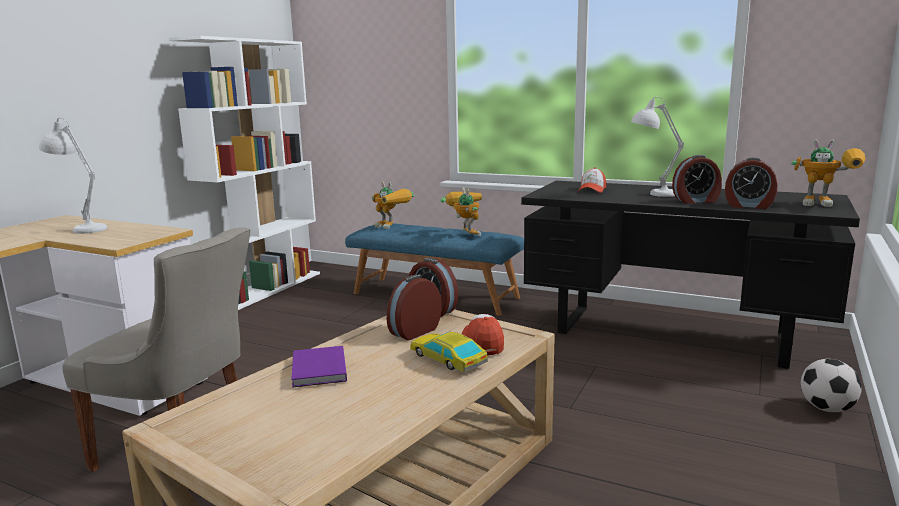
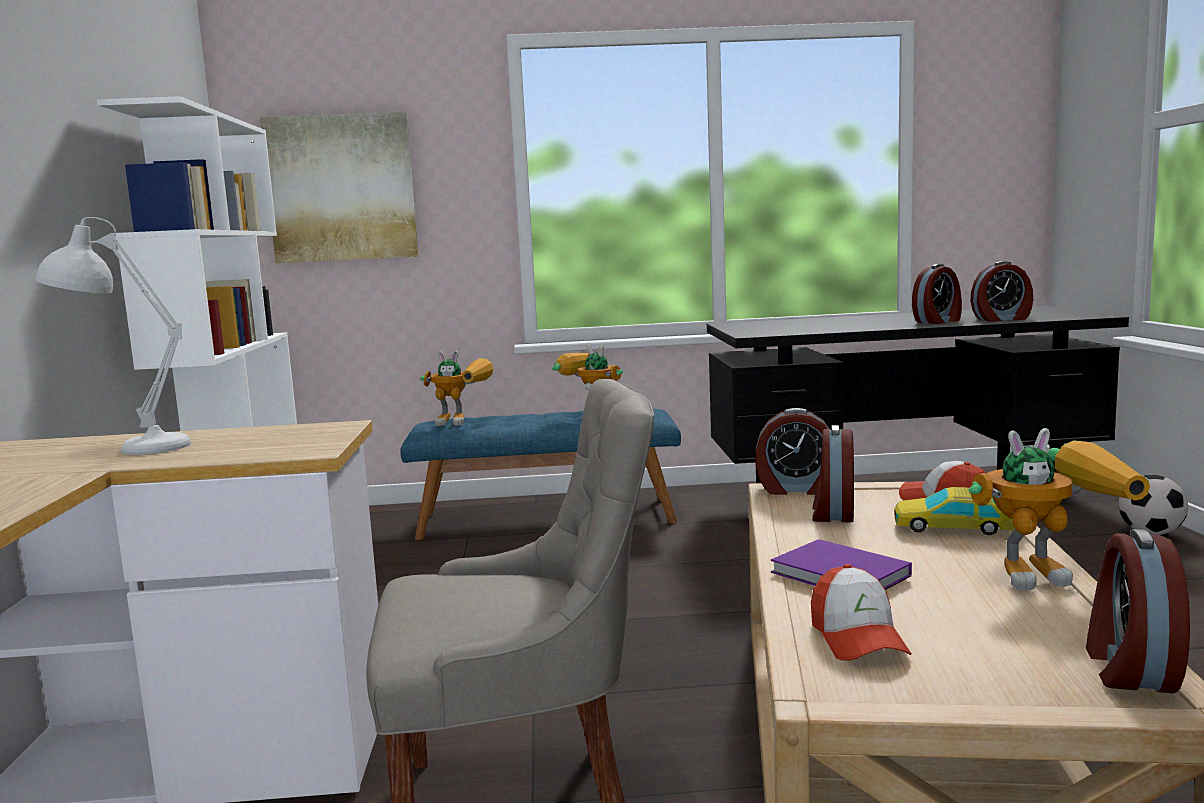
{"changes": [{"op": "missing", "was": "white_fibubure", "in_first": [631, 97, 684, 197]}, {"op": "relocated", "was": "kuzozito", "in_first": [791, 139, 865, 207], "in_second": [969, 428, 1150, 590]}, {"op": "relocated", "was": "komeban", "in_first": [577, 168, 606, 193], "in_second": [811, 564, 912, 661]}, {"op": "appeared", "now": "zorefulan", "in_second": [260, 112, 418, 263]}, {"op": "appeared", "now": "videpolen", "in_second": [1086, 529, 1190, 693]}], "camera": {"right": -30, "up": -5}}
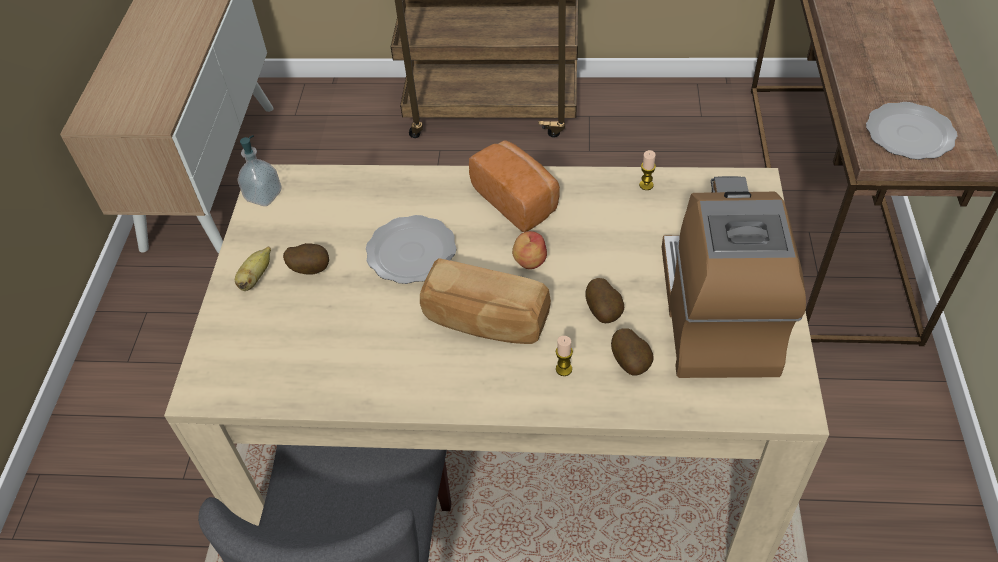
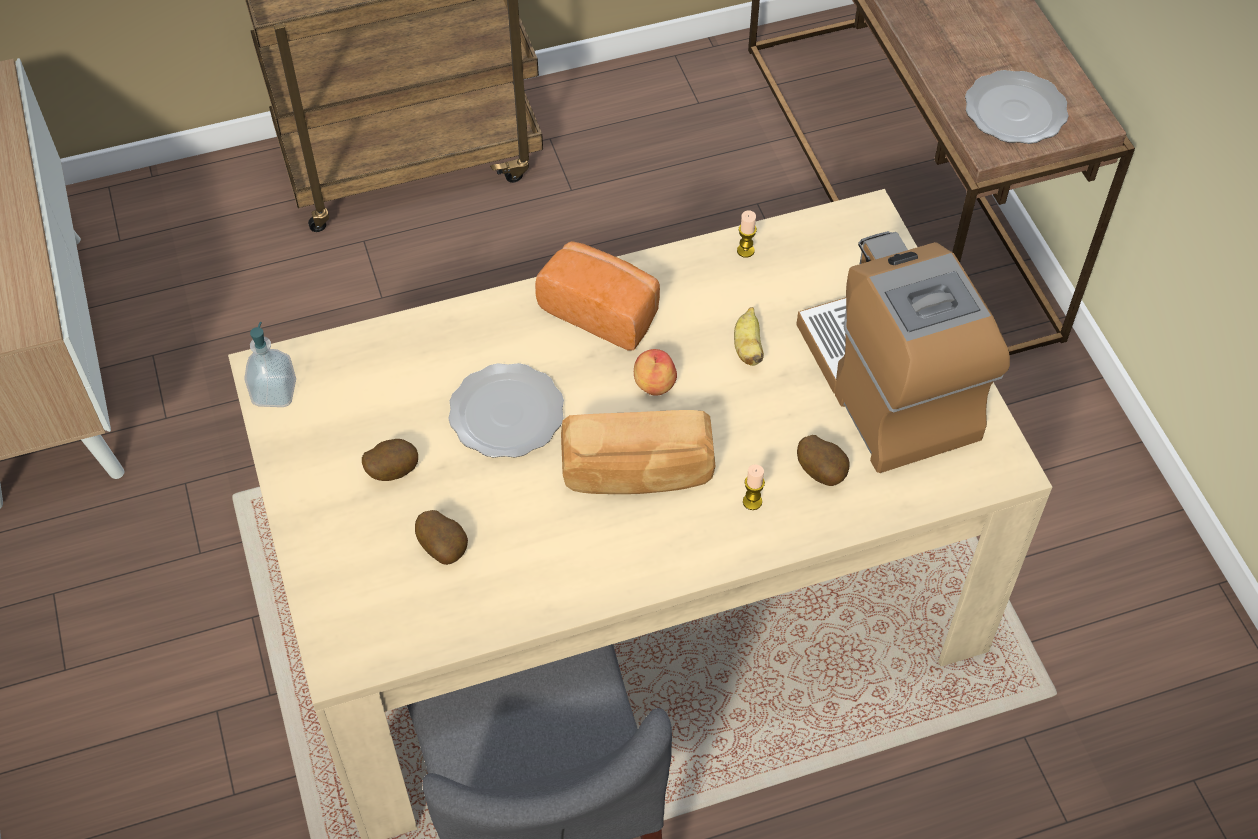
{"changes": [{"op": "relocated", "was": "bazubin", "in_first": [235, 247, 271, 291], "in_second": [734, 307, 764, 366]}, {"op": "relocated", "was": "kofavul", "in_first": [585, 278, 624, 323], "in_second": [415, 510, 468, 565]}], "camera": {"right": -25, "up": 5}}
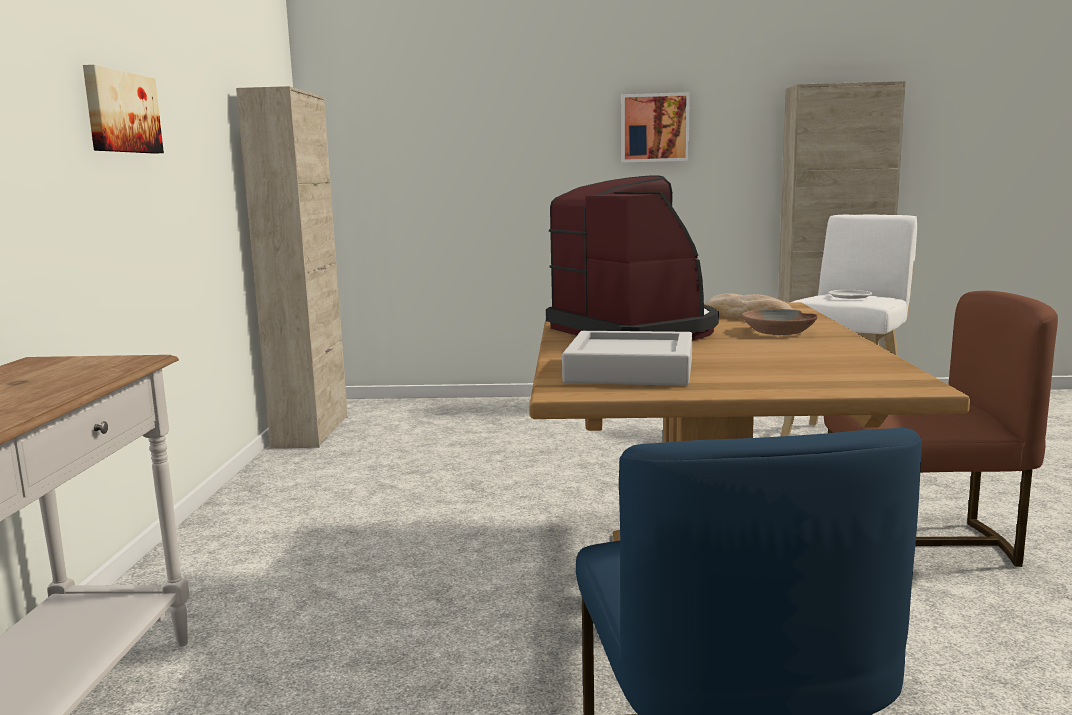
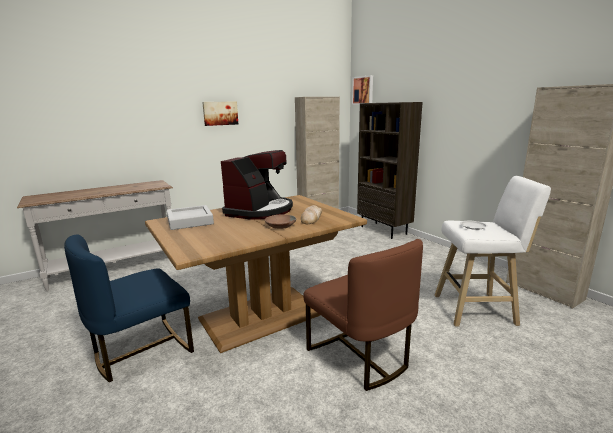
{"changes": [{"op": "relocated", "was": "zorefulan", "in_first": [621, 92, 690, 163], "in_second": [352, 75, 373, 105]}, {"op": "appeared", "now": "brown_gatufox", "in_second": [357, 102, 423, 239]}], "camera": {"right": 55, "up": 5}}
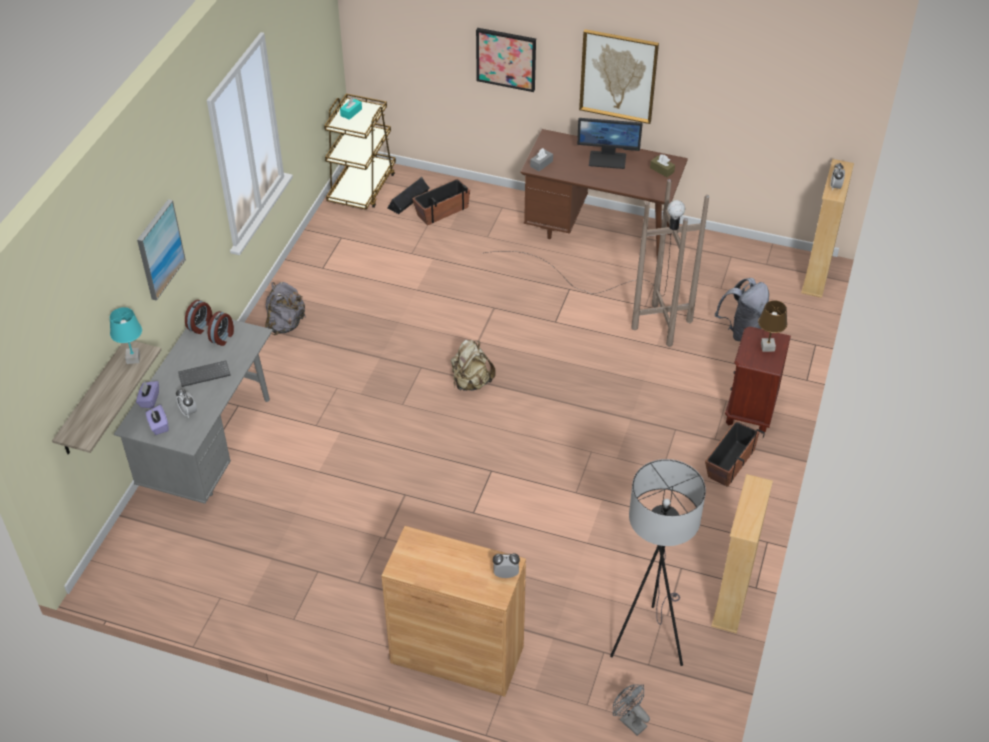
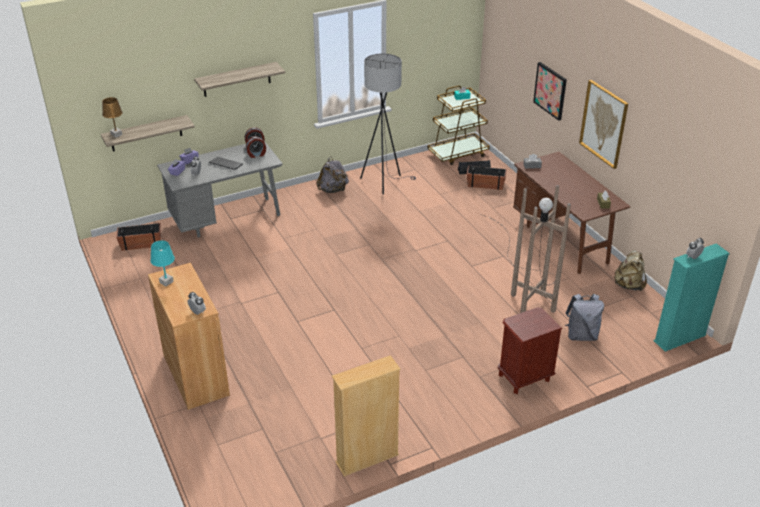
{"changes": [{"op": "missing", "was": "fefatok", "in_first": [577, 118, 643, 169]}, {"op": "colour", "was": "beige_gatufox", "now": "turquoise_gatufox", "in_first": [801, 159, 854, 298], "in_second": [653, 243, 730, 352]}, {"op": "exchanged", "was": "zorefulan", "now": "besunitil", "in_first": [137, 199, 186, 301], "in_second": [194, 62, 285, 97]}, {"op": "relocated", "was": "brown_fibubure", "in_first": [758, 300, 787, 352], "in_second": [102, 97, 123, 138]}, {"op": "relocated", "was": "turquoise_fibubure", "in_first": [110, 307, 142, 364], "in_second": [150, 241, 175, 286]}, {"op": "relocated", "was": "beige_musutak", "in_first": [451, 340, 496, 391], "in_second": [613, 250, 647, 291]}, {"op": "relocated", "was": "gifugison", "in_first": [705, 421, 765, 487], "in_second": [116, 223, 161, 251]}, {"op": "relocated", "was": "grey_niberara", "in_first": [610, 459, 706, 666], "in_second": [360, 53, 416, 195]}, {"op": "missing", "was": "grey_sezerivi", "in_first": [613, 684, 650, 736]}], "camera": {"right": 45, "up": -10}}
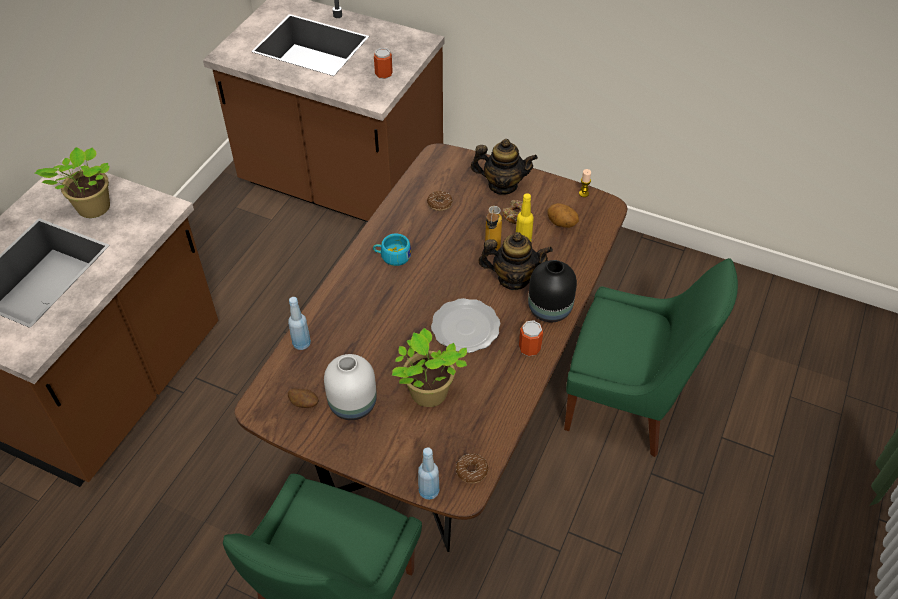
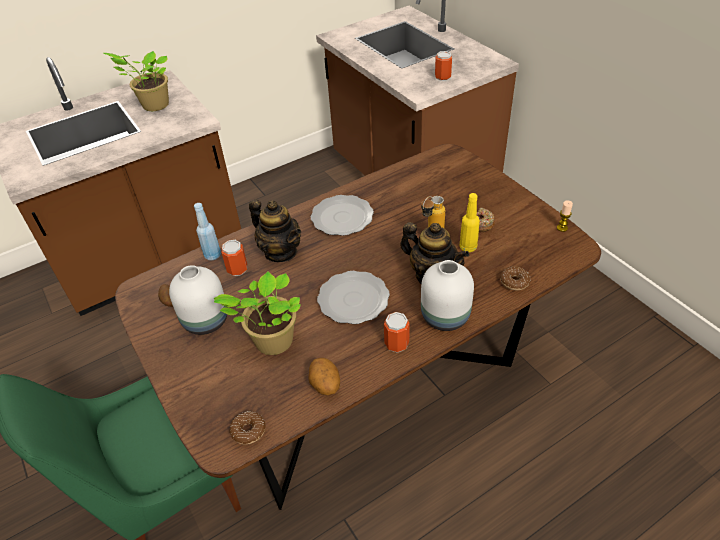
{"changes": [{"op": "relocated", "was": "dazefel", "in_first": [471, 139, 538, 195], "in_second": [249, 199, 301, 262]}, {"op": "relocated", "was": "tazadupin", "in_first": [427, 191, 453, 211], "in_second": [500, 266, 531, 290]}, {"op": "relocated", "was": "kofavul", "in_first": [548, 203, 579, 228], "in_second": [308, 358, 340, 396]}, {"op": "exchanged", "was": "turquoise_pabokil", "now": "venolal", "in_first": [373, 234, 411, 266], "in_second": [310, 195, 374, 236]}, {"op": "missing", "was": "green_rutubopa", "in_first": [564, 258, 738, 457]}, {"op": "colour", "was": "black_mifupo", "now": "white_mifupo", "in_first": [528, 260, 577, 322], "in_second": [421, 260, 474, 331]}, {"op": "missing", "was": "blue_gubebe", "in_first": [418, 447, 439, 500]}, {"op": "appeared", "now": "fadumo", "in_second": [222, 240, 247, 276]}], "camera": {"right": 35, "up": -5}}
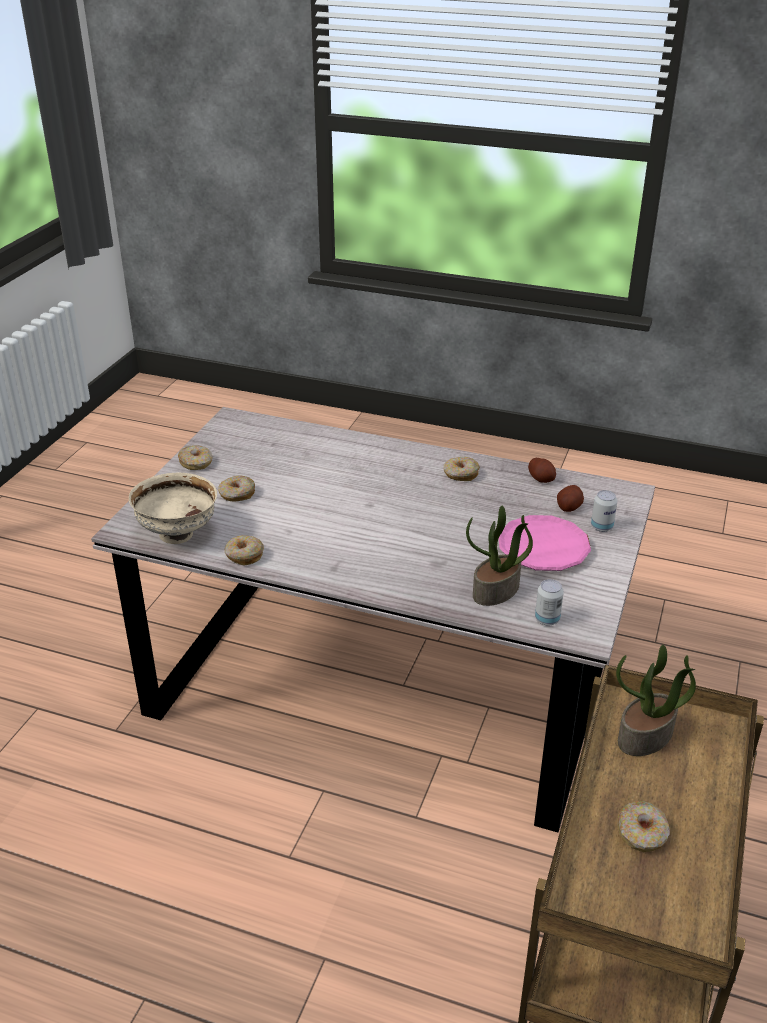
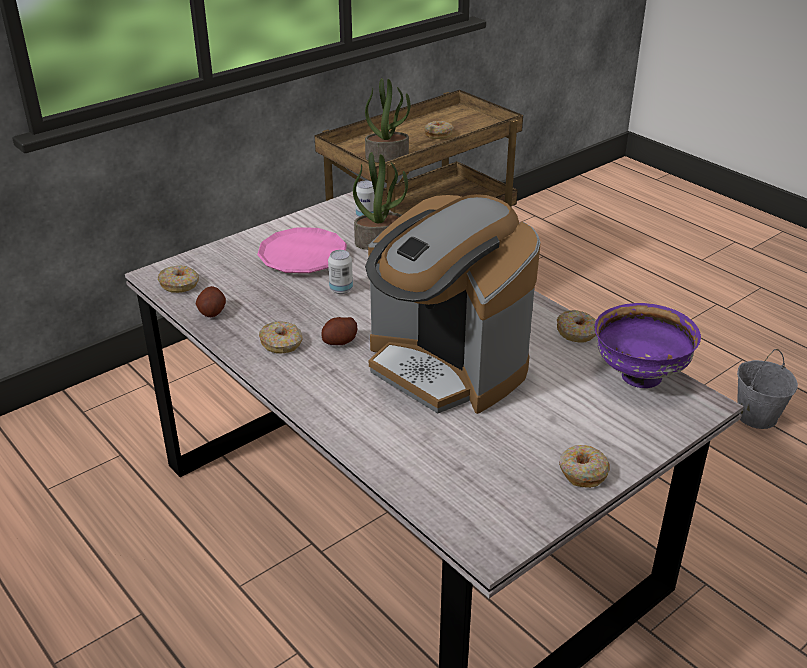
{"changes": [{"op": "colour", "was": "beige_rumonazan", "now": "purple_rumonazan", "in_first": [129, 473, 217, 544], "in_second": [595, 303, 701, 388]}, {"op": "relocated", "was": "tazadupin", "in_first": [218, 475, 255, 501], "in_second": [158, 266, 199, 293]}, {"op": "relocated", "was": "kofavul", "in_first": [557, 485, 584, 512], "in_second": [321, 317, 357, 345]}, {"op": "relocated", "was": "fadumo", "in_first": [591, 490, 617, 532], "in_second": [328, 250, 353, 294]}, {"op": "appeared", "now": "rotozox", "in_second": [365, 194, 541, 414]}, {"op": "appeared", "now": "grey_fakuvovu", "in_second": [737, 349, 798, 429]}], "camera": {"right": -150, "up": 0}}
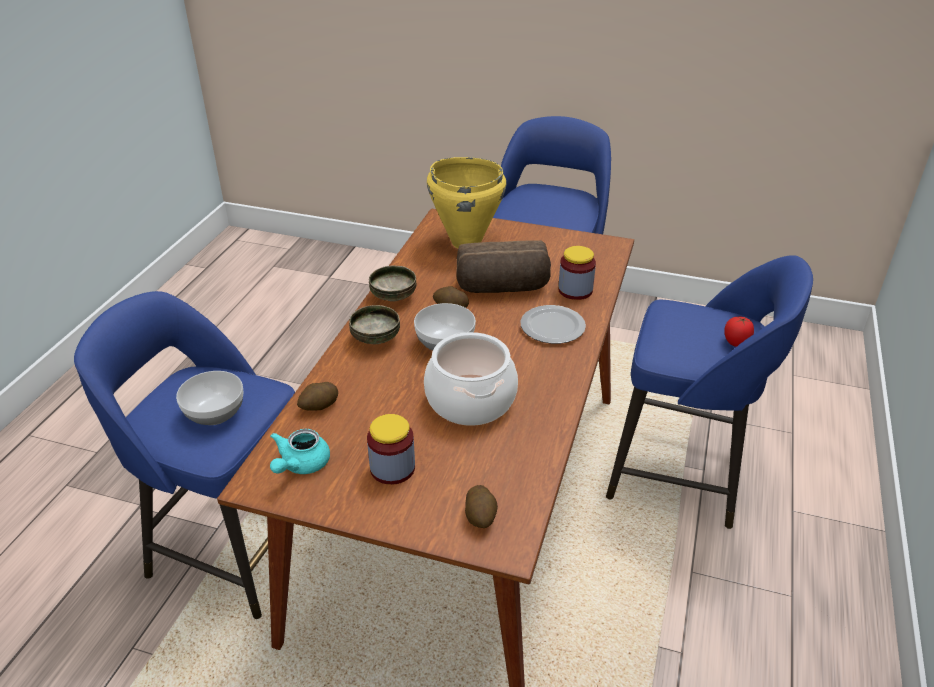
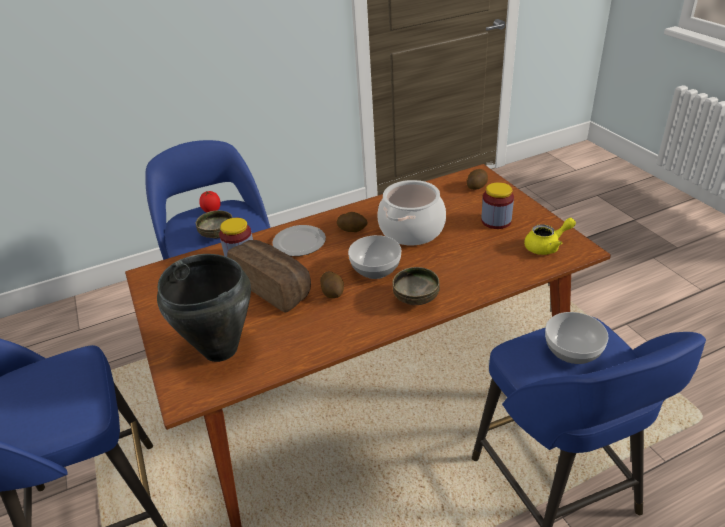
{"changes": [{"op": "colour", "was": "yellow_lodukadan", "now": "black_lodukadan", "in_first": [427, 157, 507, 248], "in_second": [157, 254, 251, 362]}, {"op": "relocated", "was": "rumonazan", "in_first": [369, 265, 416, 302], "in_second": [195, 210, 233, 239]}, {"op": "relocated", "was": "kofavul", "in_first": [297, 382, 338, 411], "in_second": [337, 212, 368, 232]}, {"op": "colour", "was": "turquoise_dazefel", "now": "yellow_dazefel", "in_first": [270, 429, 330, 474], "in_second": [524, 218, 576, 255]}], "camera": {"right": -130, "up": 0}}
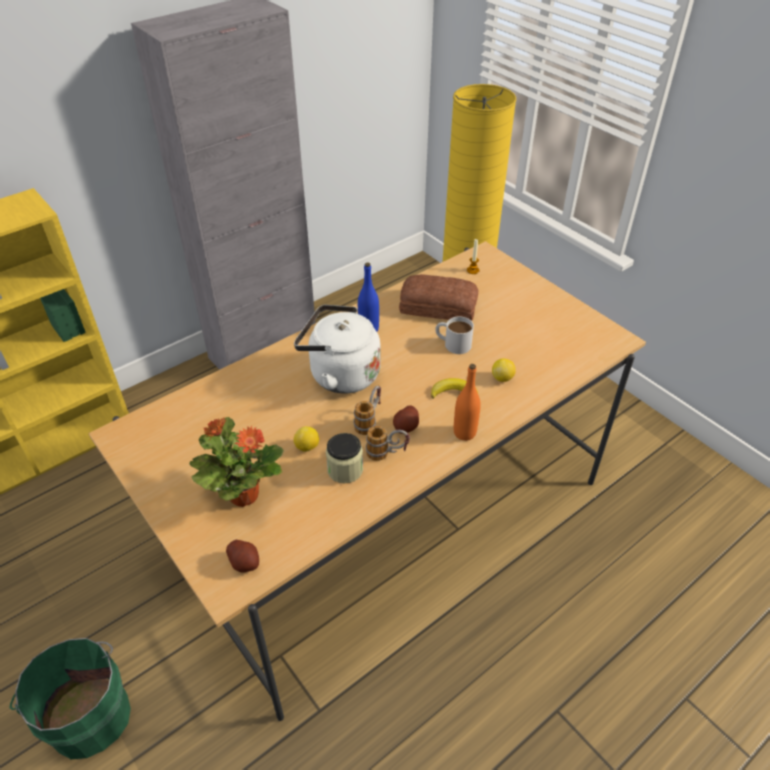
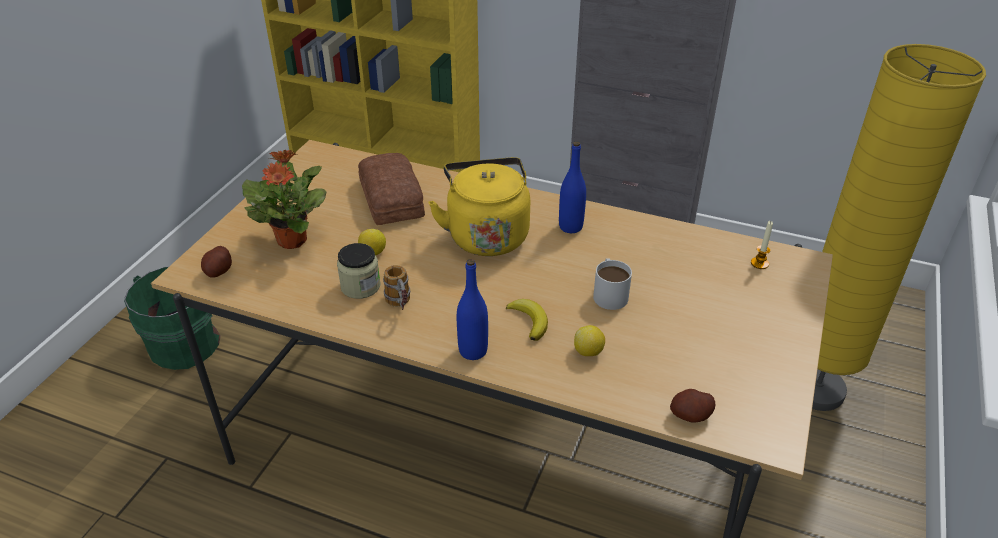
{"changes": [{"op": "relocated", "was": "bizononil", "in_first": [399, 274, 479, 321], "in_second": [358, 153, 425, 225]}, {"op": "colour", "was": "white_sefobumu", "now": "yellow_sefobumu", "in_first": [294, 305, 381, 394], "in_second": [428, 157, 530, 256]}, {"op": "colour", "was": "orange_gubebe", "now": "blue_gubebe", "in_first": [454, 364, 481, 441], "in_second": [457, 259, 488, 360]}, {"op": "missing", "was": "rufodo", "in_first": [353, 386, 381, 435]}, {"op": "relocated", "was": "kofavul", "in_first": [393, 405, 419, 434], "in_second": [670, 389, 716, 423]}], "camera": {"right": 60, "up": -5}}
